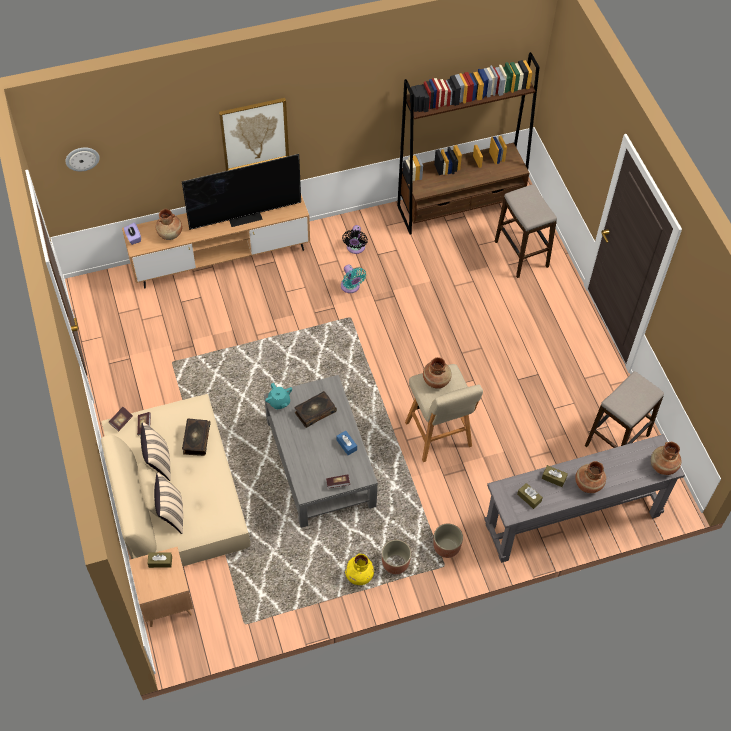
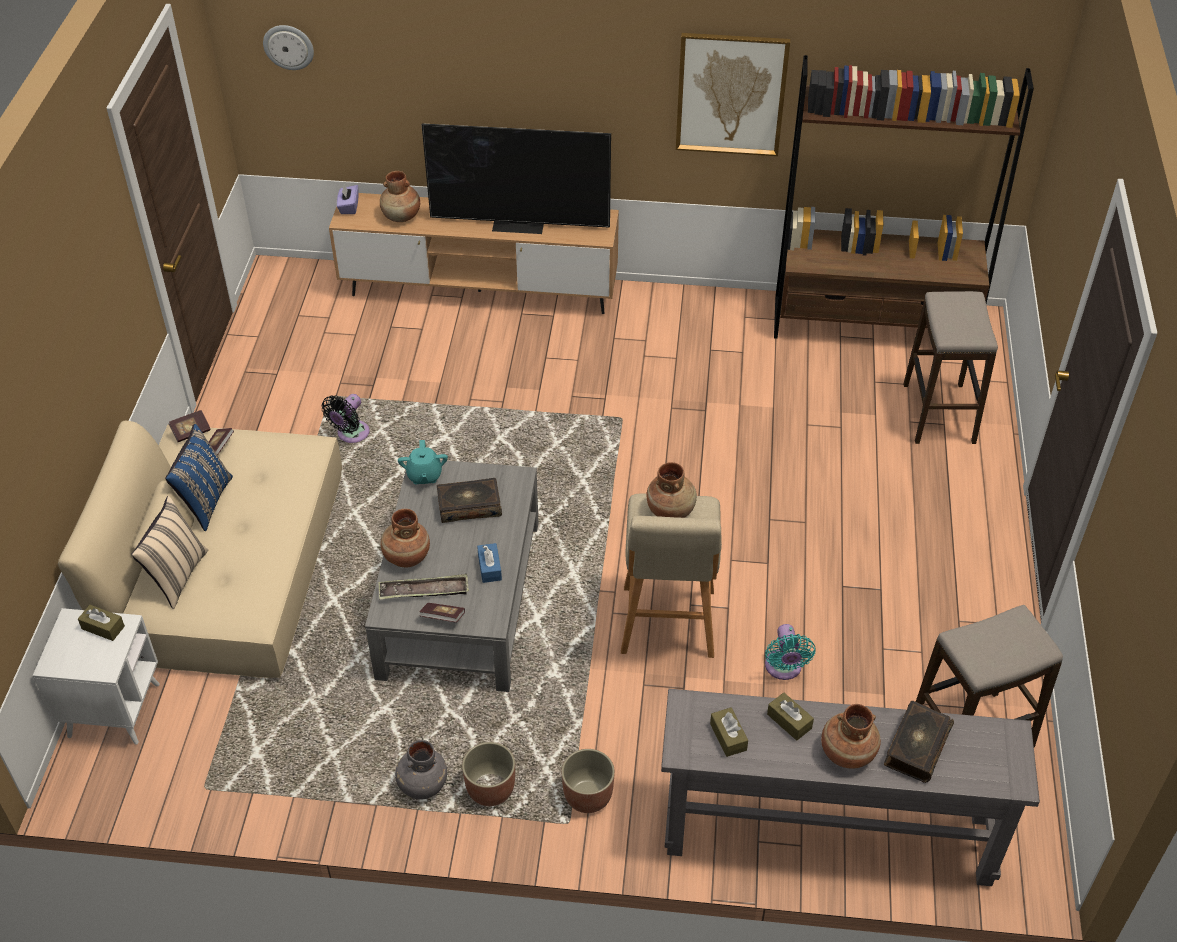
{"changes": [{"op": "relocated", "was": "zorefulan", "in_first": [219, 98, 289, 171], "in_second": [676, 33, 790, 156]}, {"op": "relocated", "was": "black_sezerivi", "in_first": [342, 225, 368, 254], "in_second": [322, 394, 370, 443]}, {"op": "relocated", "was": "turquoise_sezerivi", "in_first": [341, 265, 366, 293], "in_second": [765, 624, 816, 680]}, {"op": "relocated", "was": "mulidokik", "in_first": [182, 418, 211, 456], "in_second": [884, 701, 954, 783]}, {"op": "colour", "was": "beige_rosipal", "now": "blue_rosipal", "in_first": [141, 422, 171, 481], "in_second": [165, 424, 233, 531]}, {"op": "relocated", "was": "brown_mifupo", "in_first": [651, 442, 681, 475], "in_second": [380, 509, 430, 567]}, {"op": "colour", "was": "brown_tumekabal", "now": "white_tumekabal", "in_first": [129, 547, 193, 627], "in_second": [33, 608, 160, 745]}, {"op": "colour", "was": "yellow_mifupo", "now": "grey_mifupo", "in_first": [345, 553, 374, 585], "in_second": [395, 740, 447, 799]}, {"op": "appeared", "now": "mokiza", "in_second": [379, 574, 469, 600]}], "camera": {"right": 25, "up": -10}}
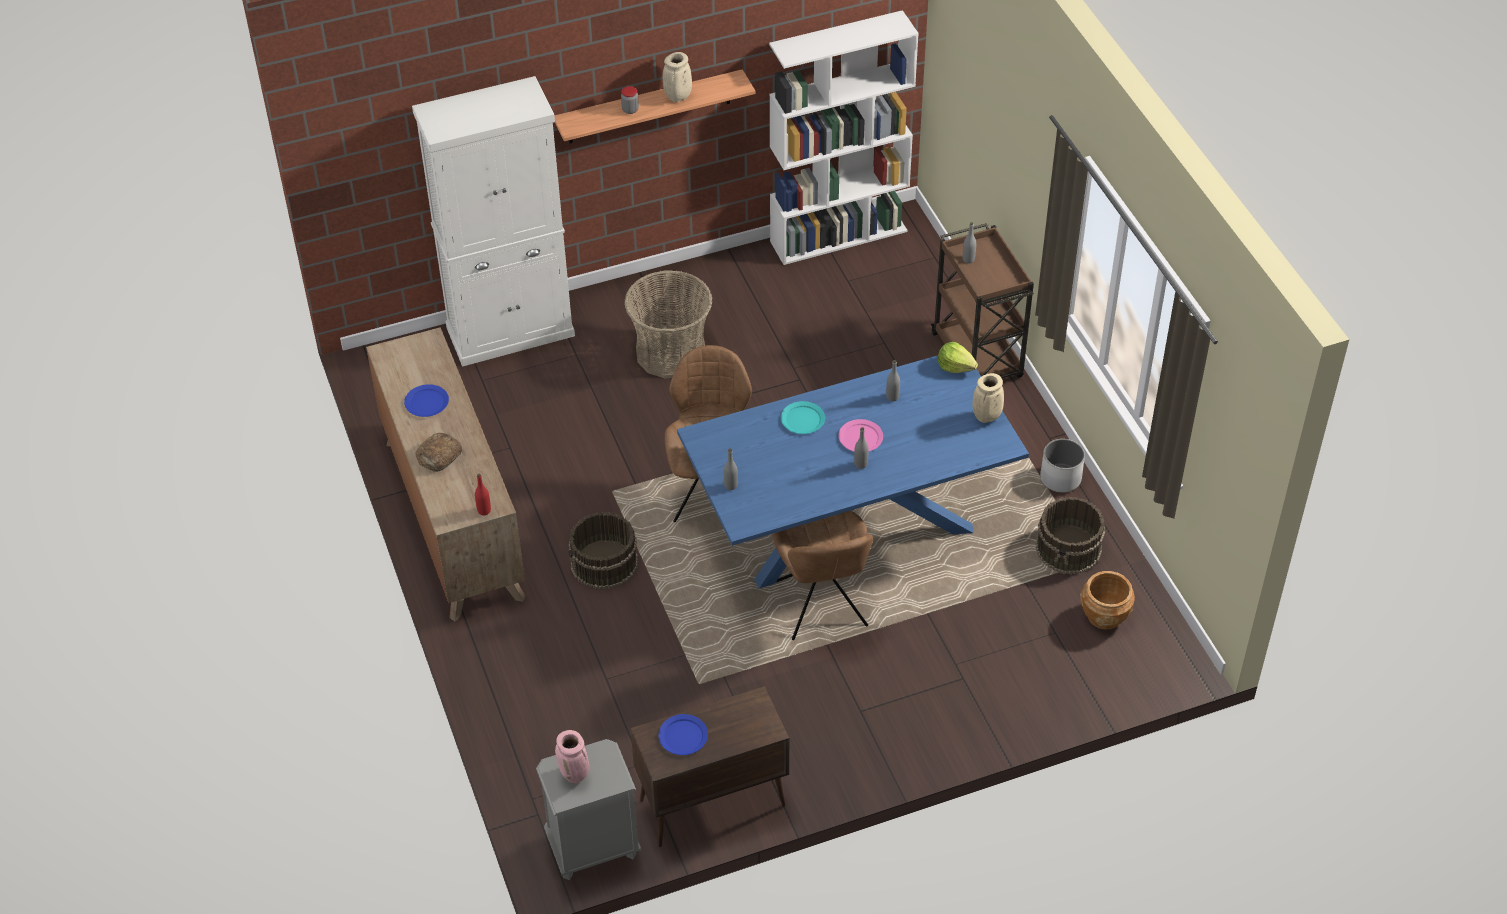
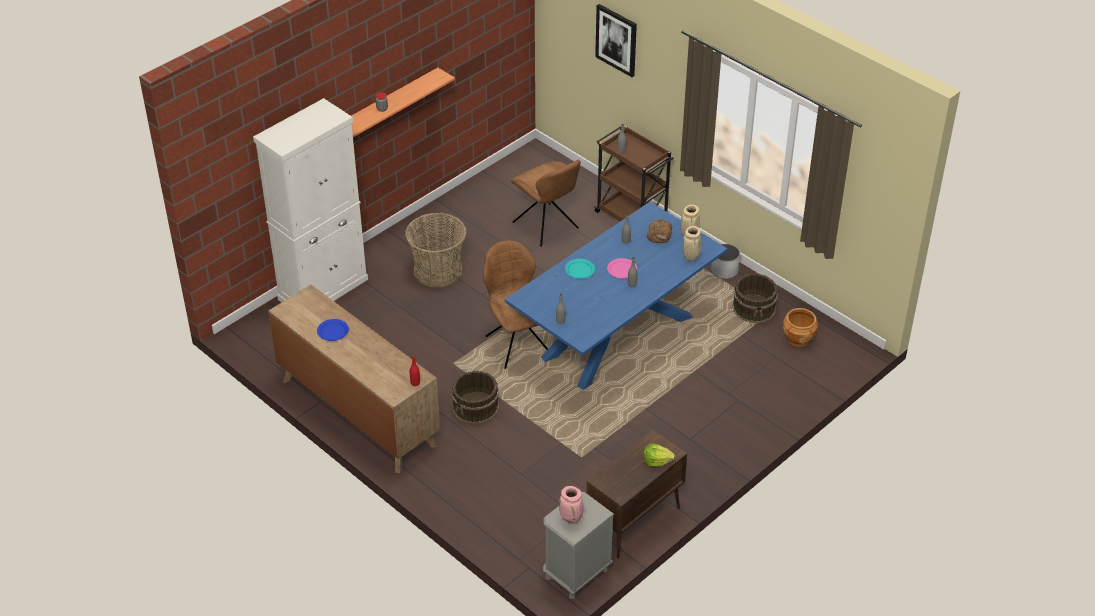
{"changes": [{"op": "missing", "was": "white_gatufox", "in_first": [769, 10, 919, 265]}, {"op": "relocated", "was": "beige_mifupo", "in_first": [663, 52, 692, 102], "in_second": [683, 226, 701, 261]}, {"op": "relocated", "was": "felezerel", "in_first": [938, 342, 978, 373], "in_second": [643, 443, 675, 467]}, {"op": "relocated", "was": "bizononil", "in_first": [415, 433, 462, 472], "in_second": [647, 219, 672, 243]}, {"op": "relocated", "was": "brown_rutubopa", "in_first": [773, 511, 873, 640], "in_second": [511, 160, 581, 247]}, {"op": "missing", "was": "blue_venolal", "in_first": [658, 714, 708, 755]}, {"op": "appeared", "now": "zorefulan", "in_second": [595, 4, 637, 77]}], "camera": {"right": -25, "up": -5}}
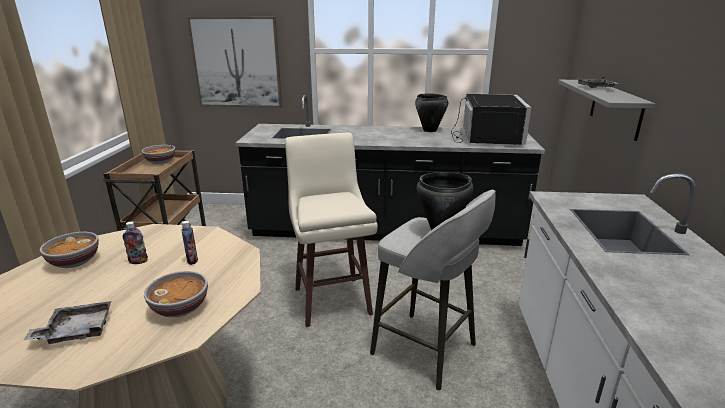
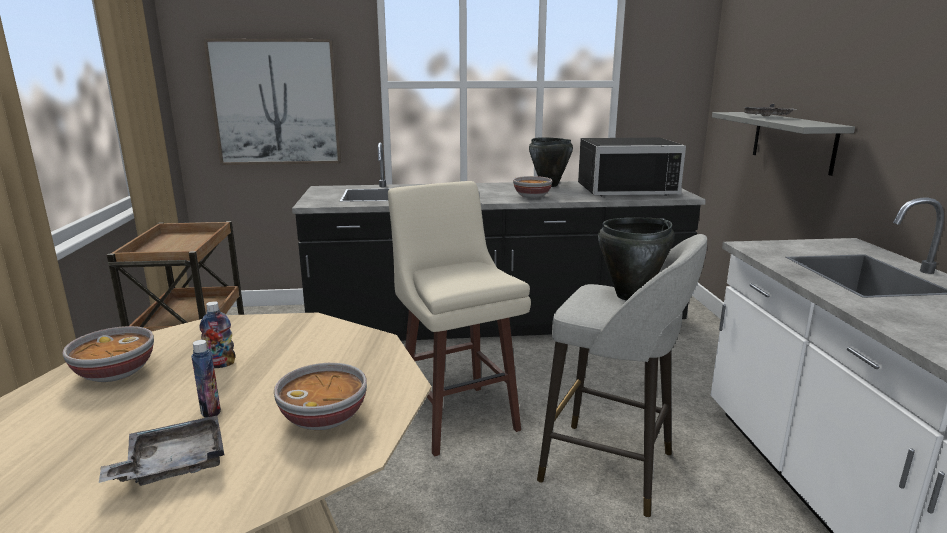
{"changes": [{"op": "spun", "was": "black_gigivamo", "in_first": [451, 94, 531, 145], "in_second": [578, 138, 686, 197], "clockwise": 90}, {"op": "relocated", "was": "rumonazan", "in_first": [141, 145, 175, 164], "in_second": [513, 176, 552, 198]}, {"op": "relocated", "was": "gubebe", "in_first": [181, 221, 198, 265], "in_second": [191, 340, 221, 418]}], "camera": {"right": -10, "up": -5}}
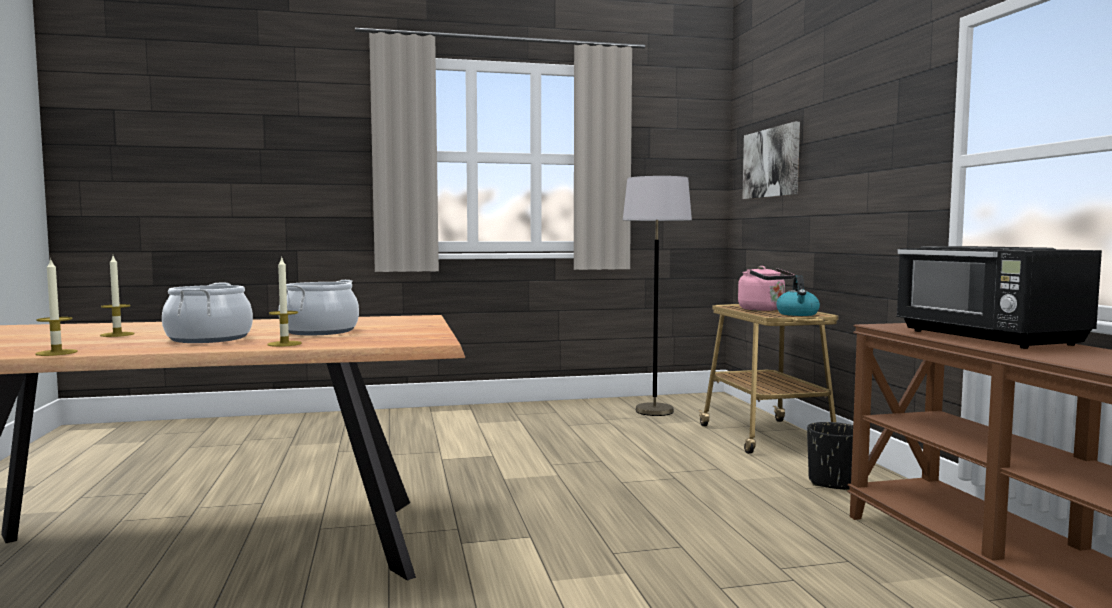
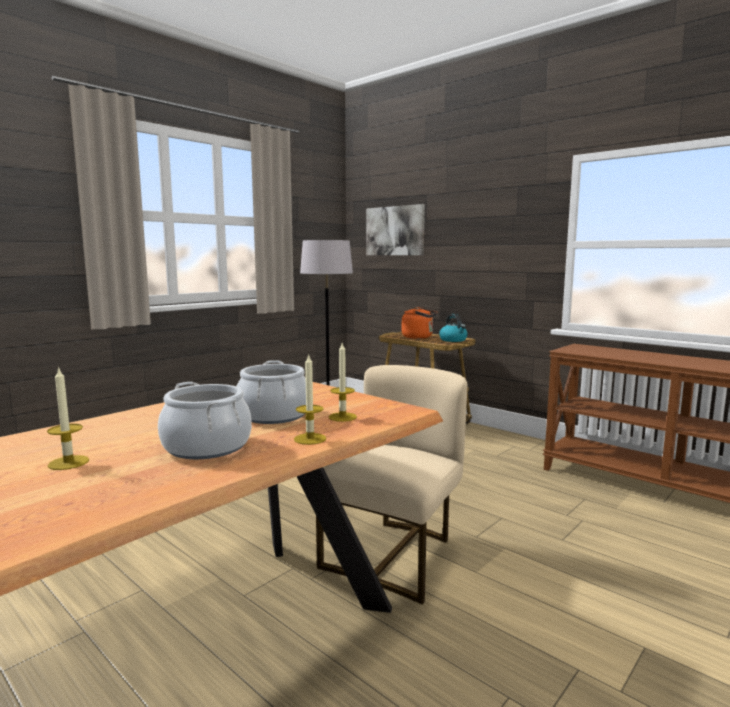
{"changes": [{"op": "missing", "was": "black_gigivamo", "in_first": [896, 246, 1102, 349]}, {"op": "relocated", "was": "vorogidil", "in_first": [35, 258, 78, 356], "in_second": [329, 343, 357, 422]}, {"op": "colour", "was": "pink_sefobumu", "now": "orange_sefobumu", "in_first": [738, 266, 795, 311], "in_second": [402, 307, 438, 339]}, {"op": "missing", "was": "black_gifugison", "in_first": [807, 422, 853, 490]}, {"op": "appeared", "now": "beige_rutubopa", "in_second": [316, 365, 467, 604]}], "camera": {"right": -35, "up": 5}}
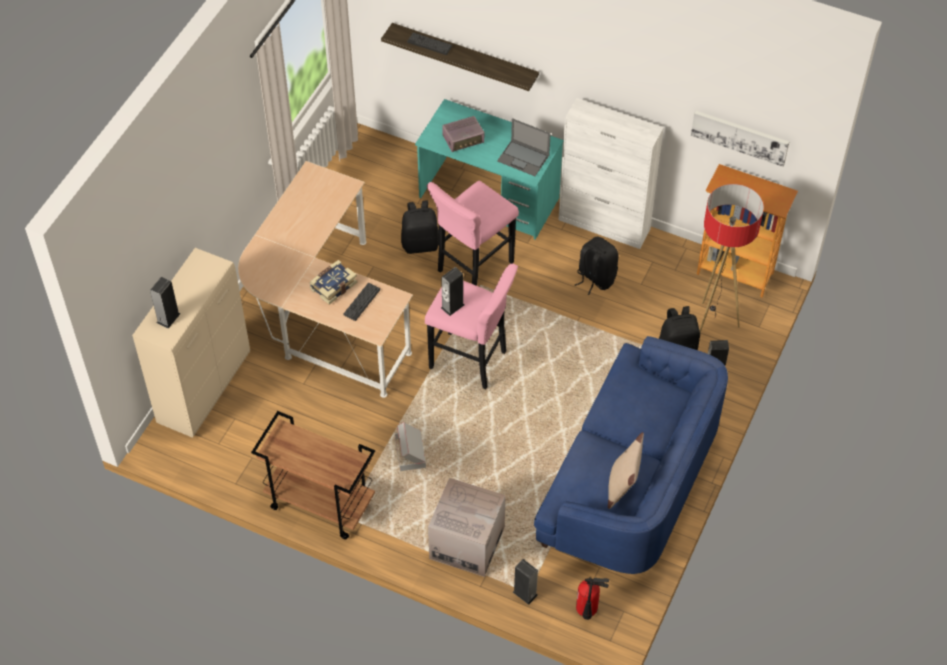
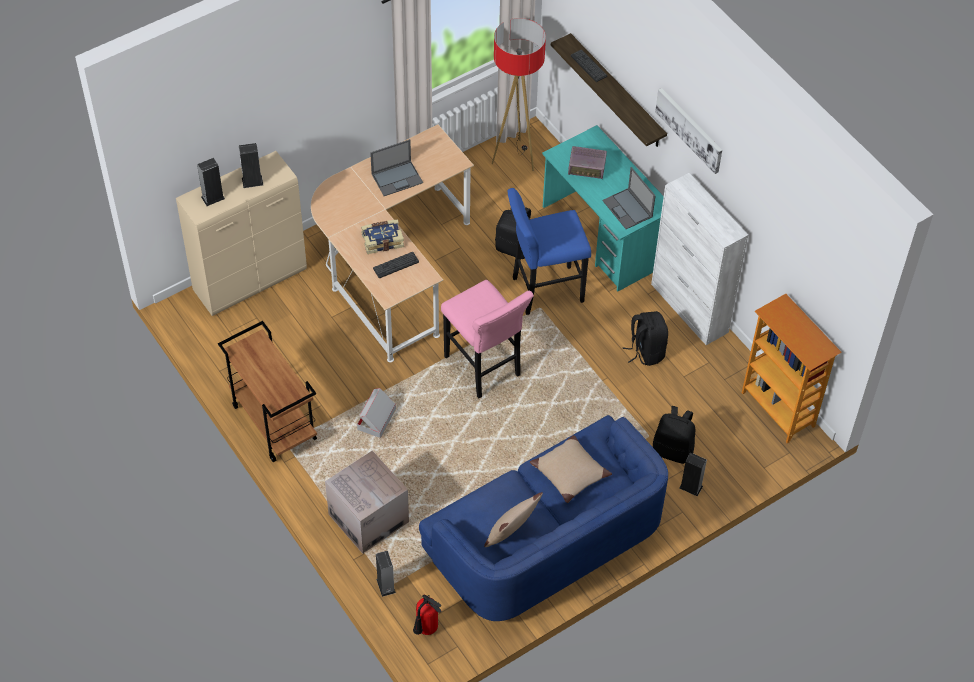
{"changes": [{"op": "relocated", "was": "zorefulan", "in_first": [691, 111, 789, 167], "in_second": [655, 88, 722, 174]}, {"op": "colour", "was": "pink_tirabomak", "now": "blue_tirabomak", "in_first": [427, 181, 519, 286], "in_second": [507, 188, 591, 315]}, {"op": "relocated", "was": "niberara", "in_first": [700, 184, 764, 333], "in_second": [492, 18, 546, 171]}, {"op": "relocated", "was": "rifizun", "in_first": [441, 267, 464, 316], "in_second": [239, 143, 263, 188]}, {"op": "appeared", "now": "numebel", "in_second": [370, 139, 423, 196]}, {"op": "appeared", "now": "beige_rosipal", "in_second": [530, 435, 612, 503]}], "camera": {"right": 30, "up": 0}}
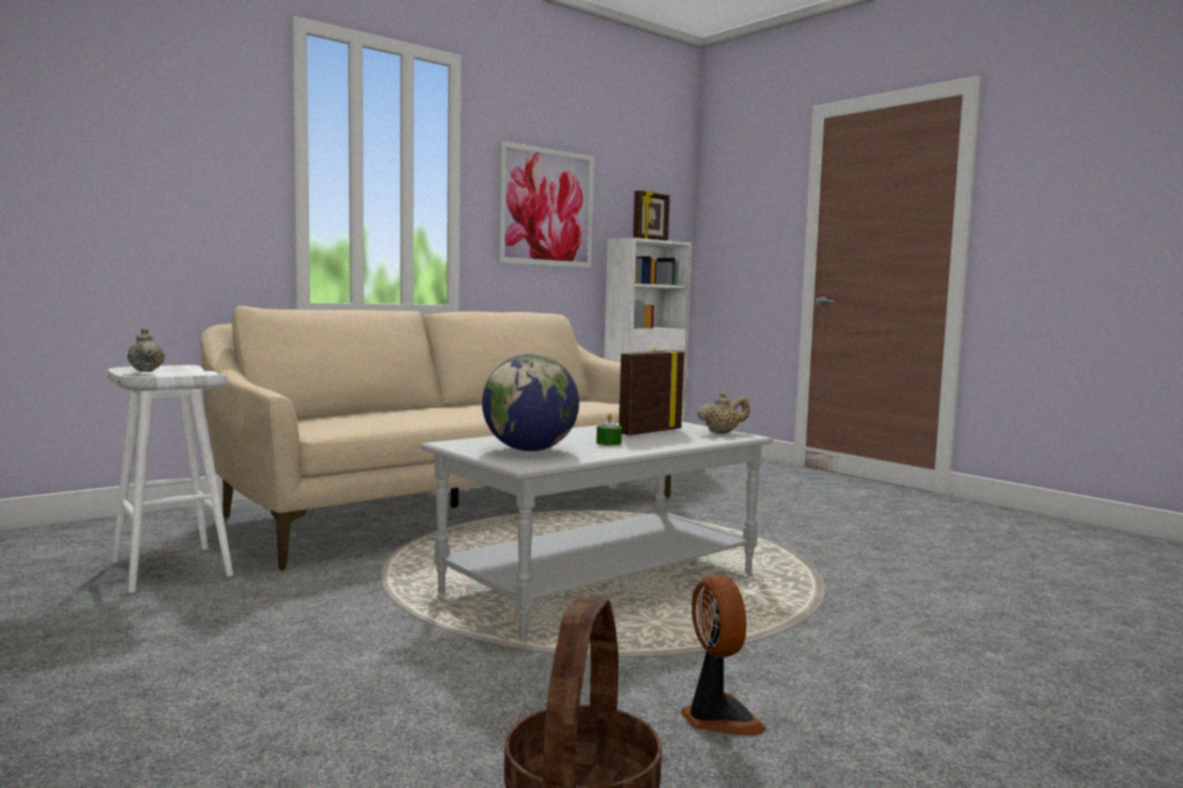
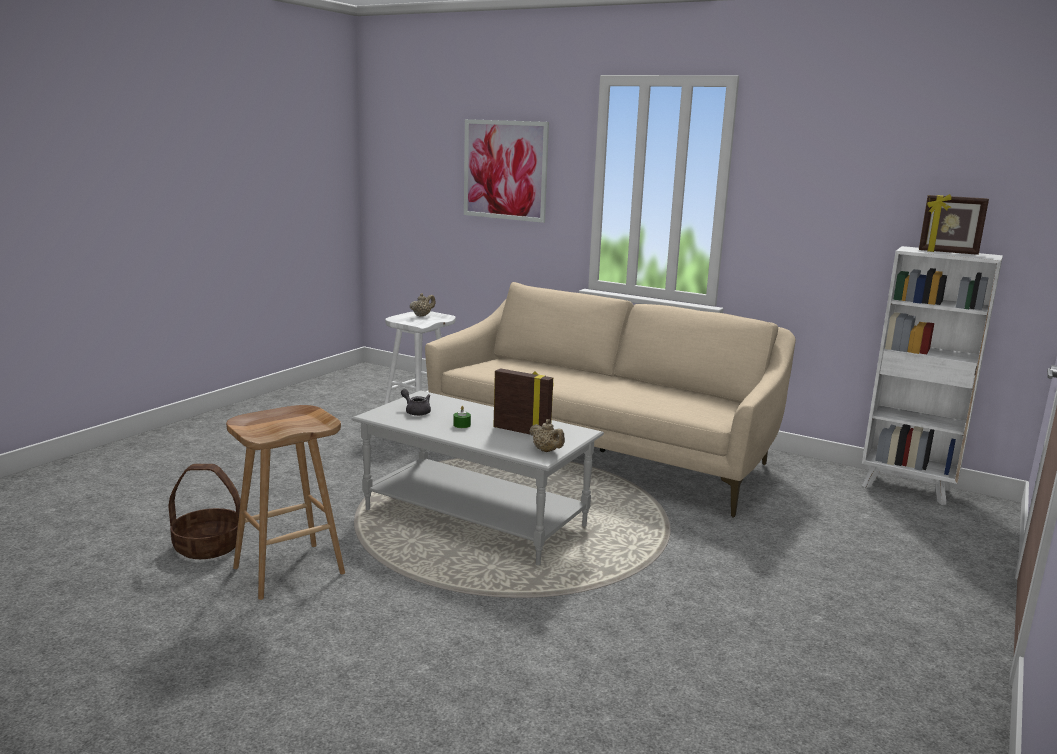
{"changes": [{"op": "relocated", "was": "zorefulan", "in_first": [498, 141, 594, 268], "in_second": [464, 119, 549, 223]}, {"op": "exchanged", "was": "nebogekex", "now": "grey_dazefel", "in_first": [482, 354, 579, 451], "in_second": [401, 389, 431, 416]}, {"op": "exchanged", "was": "sezerivi", "now": "brown_tirabomak", "in_first": [681, 574, 767, 736], "in_second": [226, 405, 345, 600]}], "camera": {"right": 70, "up": 10}}
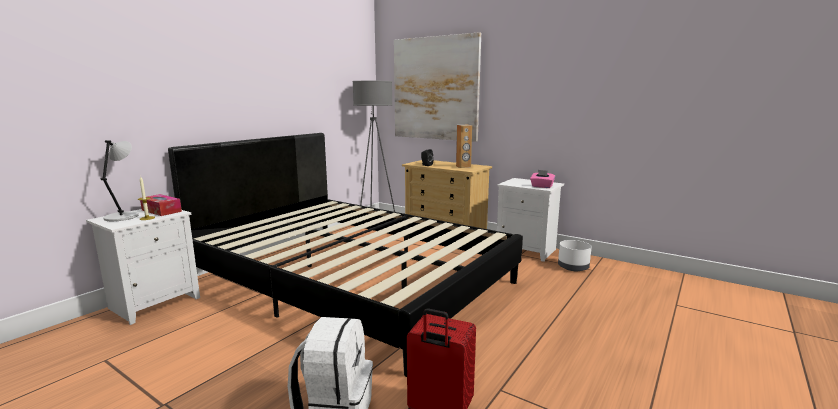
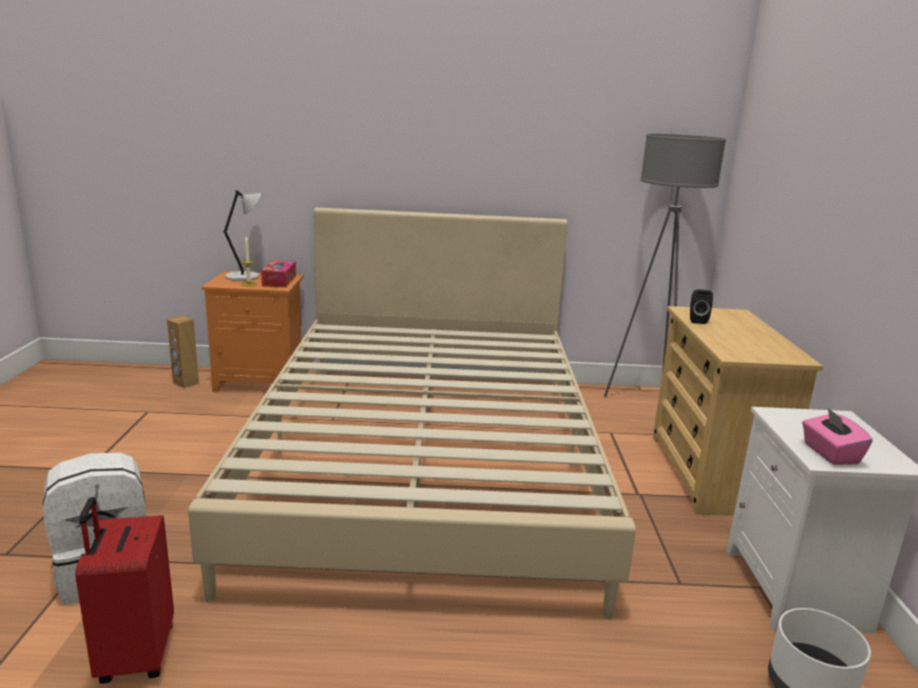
{"changes": [{"op": "missing", "was": "zorefulan", "in_first": [394, 32, 481, 142]}, {"op": "relocated", "was": "brown_rifizun", "in_first": [456, 125, 472, 168], "in_second": [167, 316, 199, 388]}, {"op": "colour", "was": "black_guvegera", "now": "beige_guvegera", "in_first": [168, 133, 523, 377], "in_second": [188, 207, 636, 620]}, {"op": "colour", "was": "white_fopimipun", "now": "orange_fopimipun", "in_first": [86, 209, 200, 325], "in_second": [202, 271, 304, 392]}], "camera": {"right": 55, "up": 5}}
